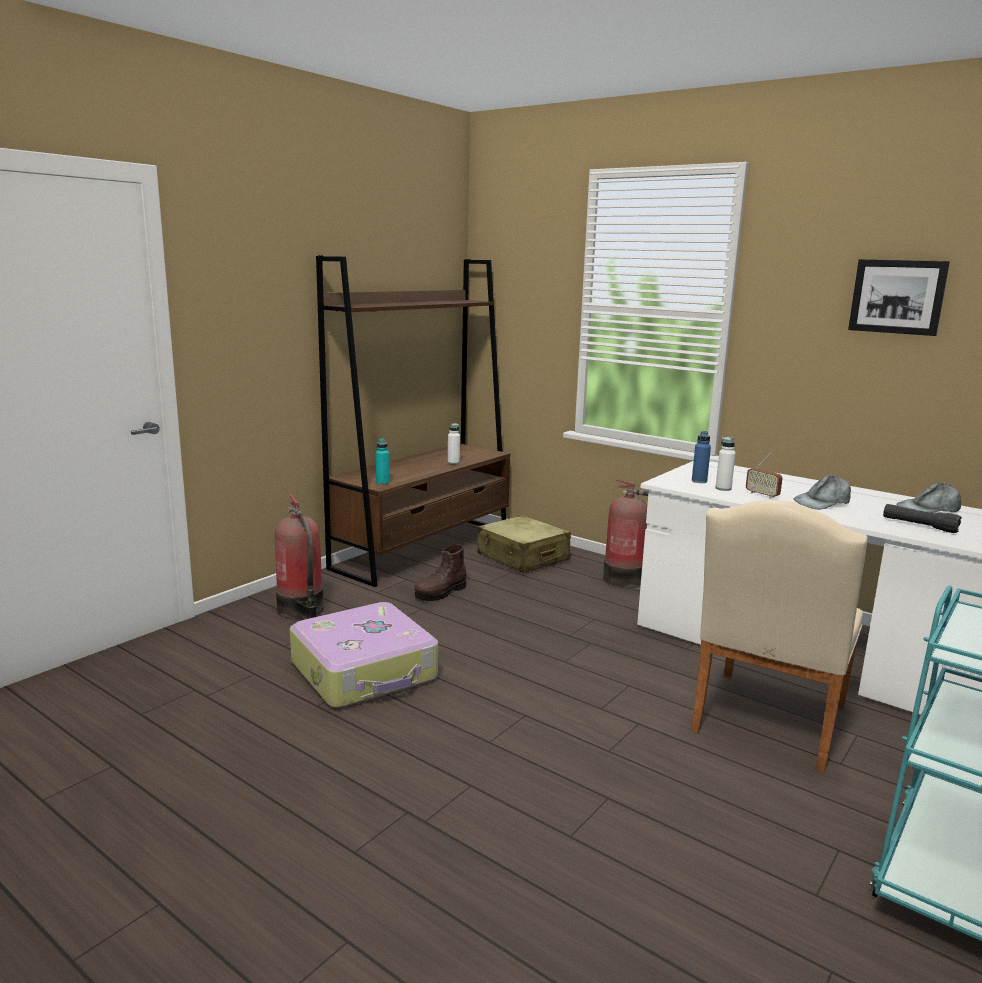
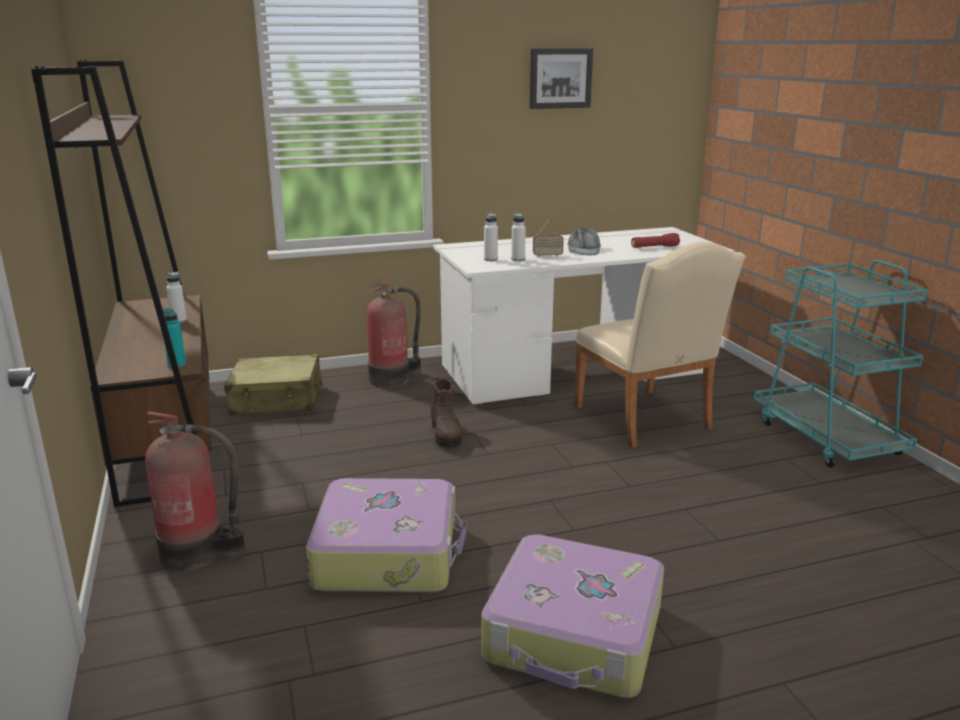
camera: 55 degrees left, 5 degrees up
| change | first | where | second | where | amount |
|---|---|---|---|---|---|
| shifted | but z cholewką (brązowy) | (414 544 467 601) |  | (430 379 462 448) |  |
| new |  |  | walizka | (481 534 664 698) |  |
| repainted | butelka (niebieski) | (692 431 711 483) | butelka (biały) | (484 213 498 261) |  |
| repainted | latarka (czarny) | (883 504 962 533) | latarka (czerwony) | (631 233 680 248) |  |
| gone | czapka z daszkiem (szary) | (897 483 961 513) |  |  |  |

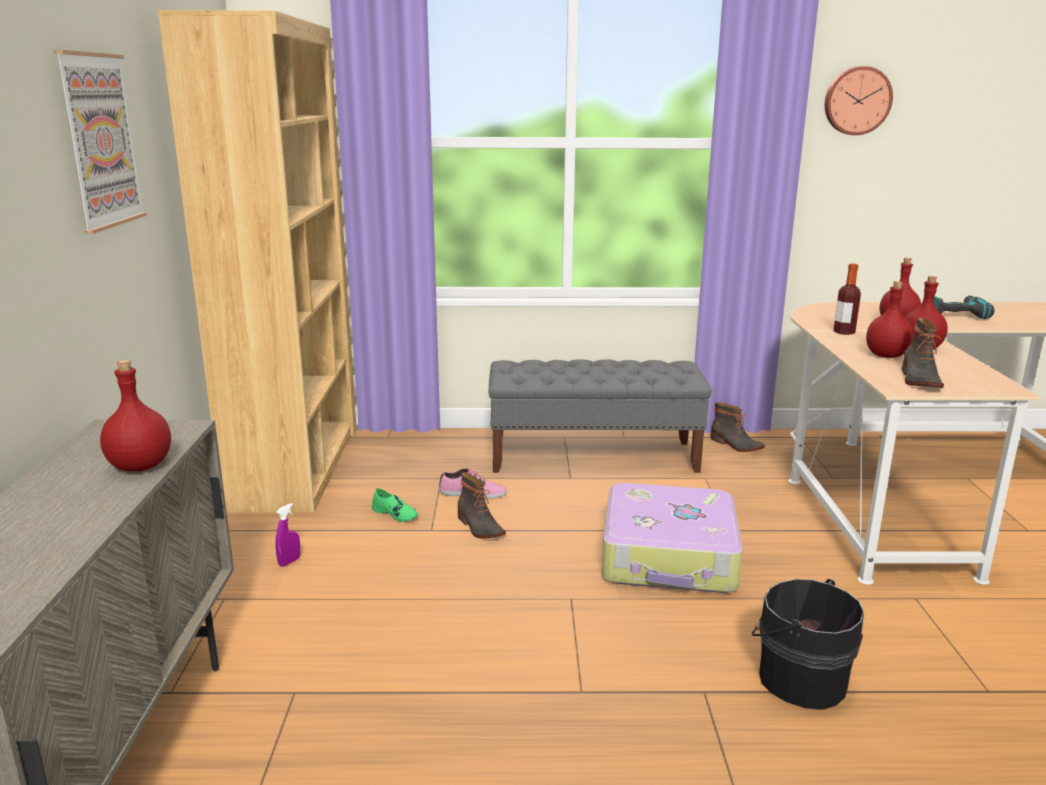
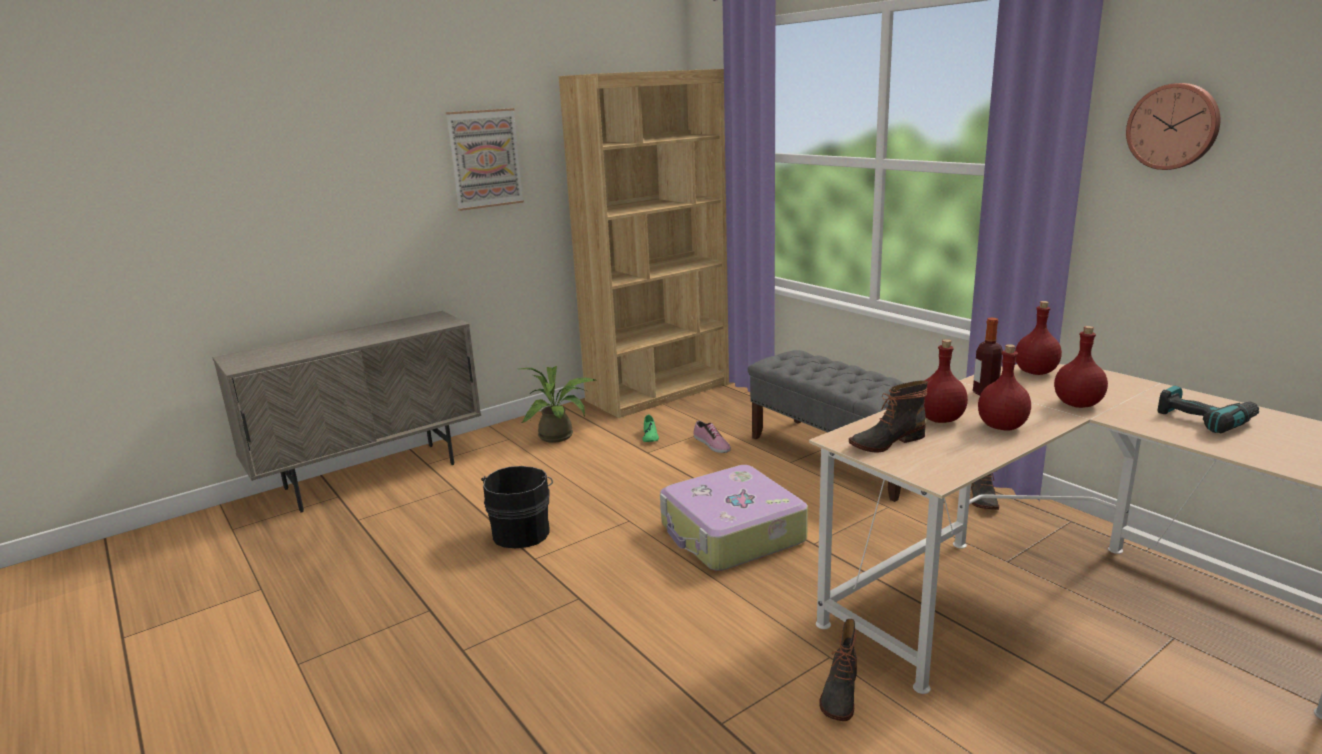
camera: 55 degrees right, 0 degrees up
| change | first | where | second | where | amount |
|---|---|---|---|---|---|
| shifted | wiadro (czarny) | (752 579 864 710) |  | (481 466 553 548) |  |
| swapped | spryskiwacz (fioletowy) | (275 503 300 567) | roślina doniczkowa | (521 366 598 443) |  |
| shifted | but z cholewką | (458 472 506 539) |  | (819 619 857 721) |  |
| shifted | butelka (czerwony) | (100 360 171 471) |  | (1015 301 1062 375) |  |

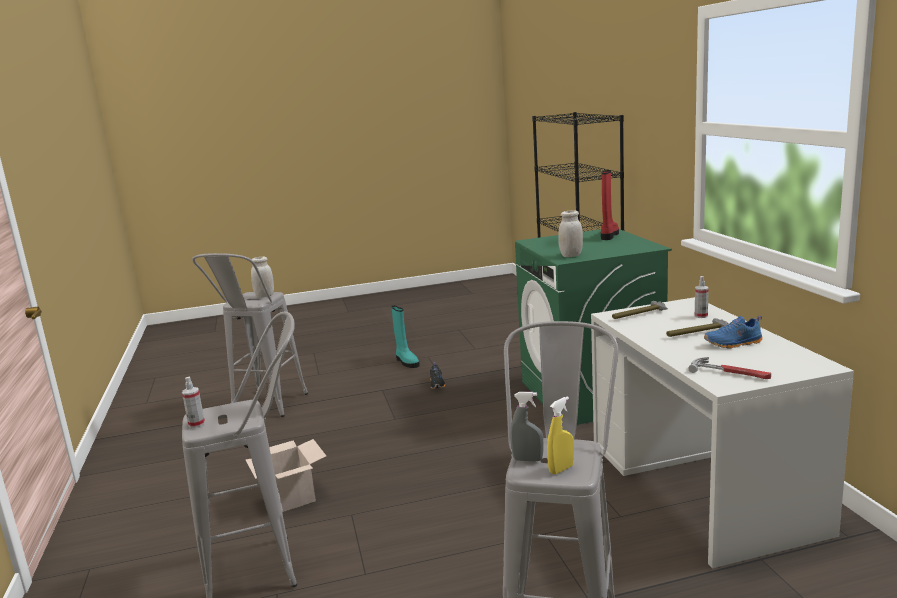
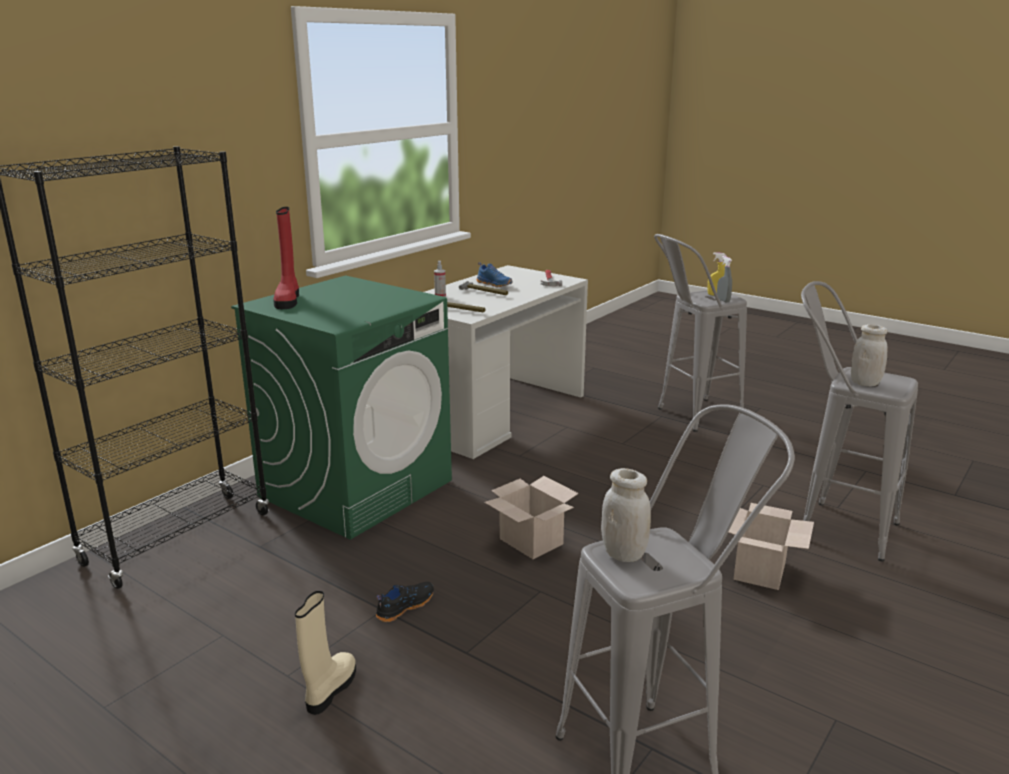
camera: 130 degrees left, 5 degrees up
| change | first | where | second | where | amount |
|---|---|---|---|---|---|
| rotated | but z cholewką (czerwony) | (601 170 619 240) |  | (273 207 299 309) | 75 degrees counterclockwise |
| repainted | but z cholewką (turkusowy) | (391 306 420 368) | but z cholewką (beżowy) | (295 591 356 715) |  |
| new |  |  | karton | (484 476 579 559) |  |
| shifted | słoik (biały) | (558 210 583 257) |  | (851 324 888 386) |  |
| gone | spryskiwacz | (182 377 205 428) |  |  |  |

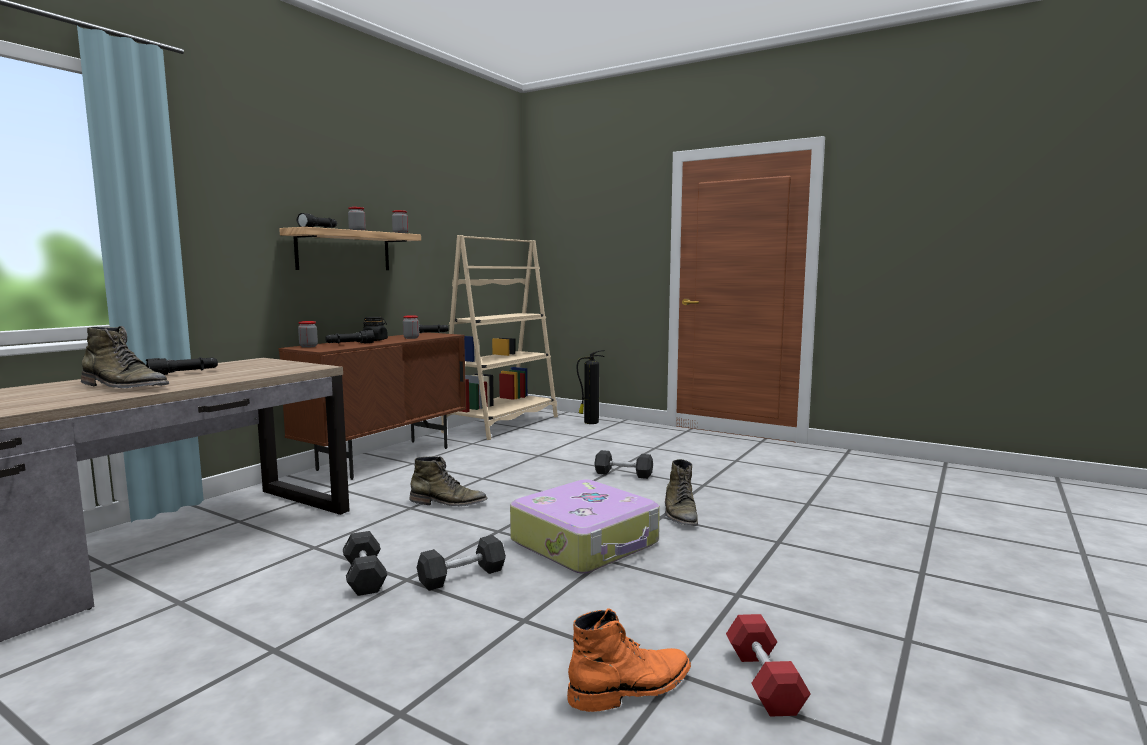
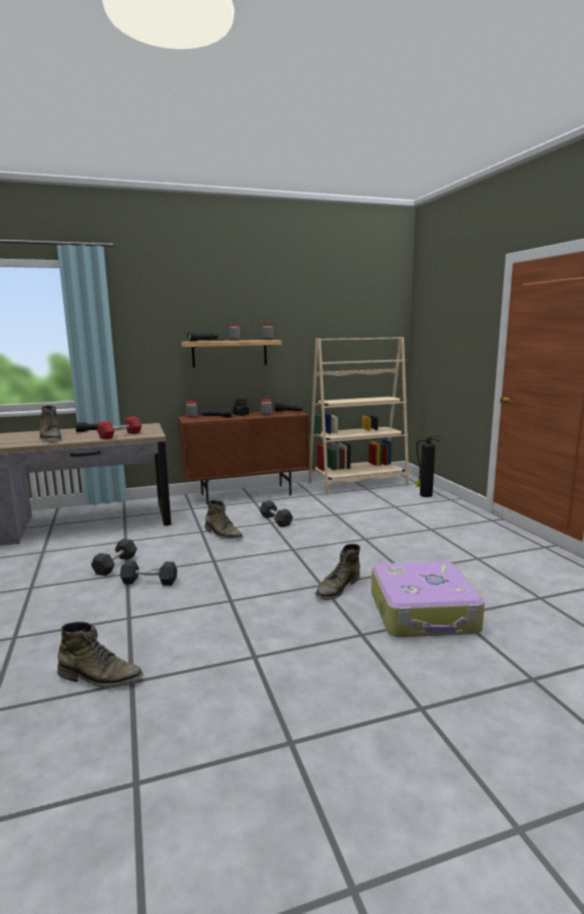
camera: 40 degrees right, 5 degrees up
| change | first | where | second | where | amount |
|---|---|---|---|---|---|
| repainted | but z cholewką (pomarańczowy) | (567 608 691 712) | but z cholewką (zielony) | (57 622 143 688) |  |
| shifted | hantel (czerwony) | (726 614 811 717) |  | (97 417 142 440) |  |
| shifted | hantel (szary) | (594 450 653 479) |  | (259 501 293 527) |  |
| shifted | walizka | (510 479 660 574) |  | (371 562 485 637) |  |

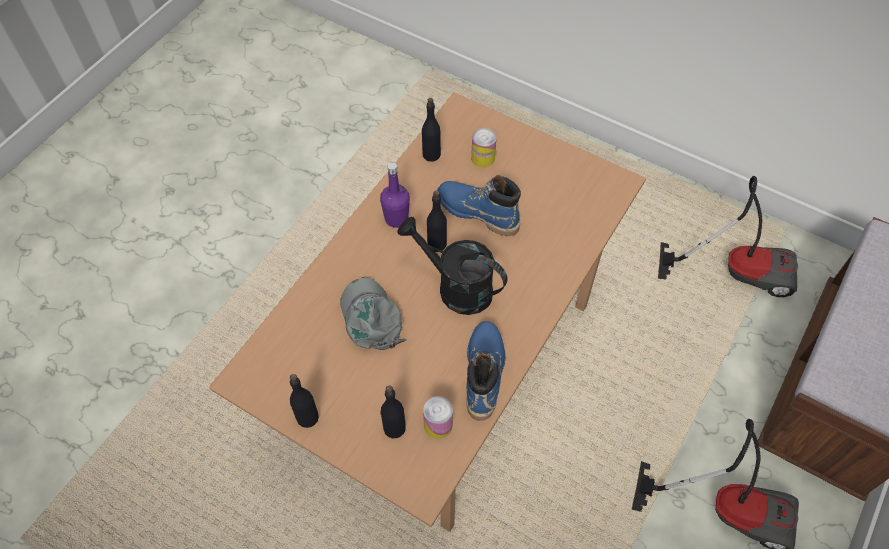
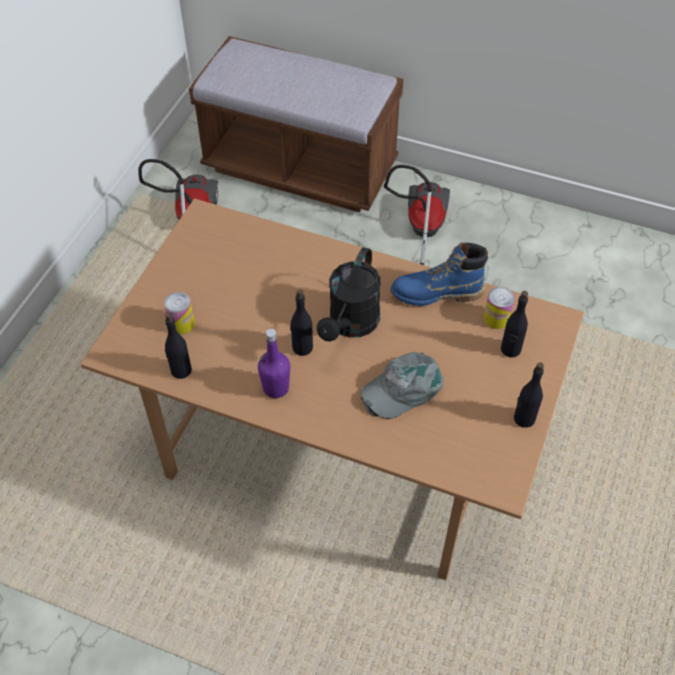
camera: 100 degrees left, 5 degrees down
| change | first | where | second | where | amount |
|---|---|---|---|---|---|
| gone | but z cholewką (niebieski) | (437 175 521 236) |  |  |  |

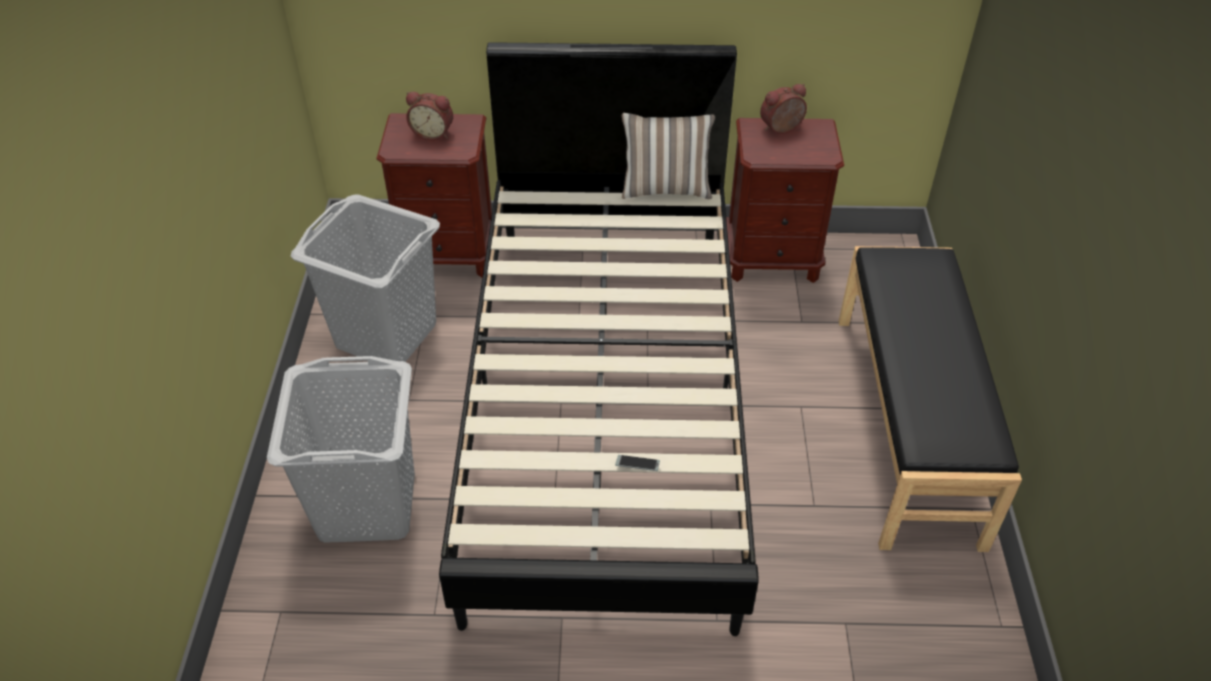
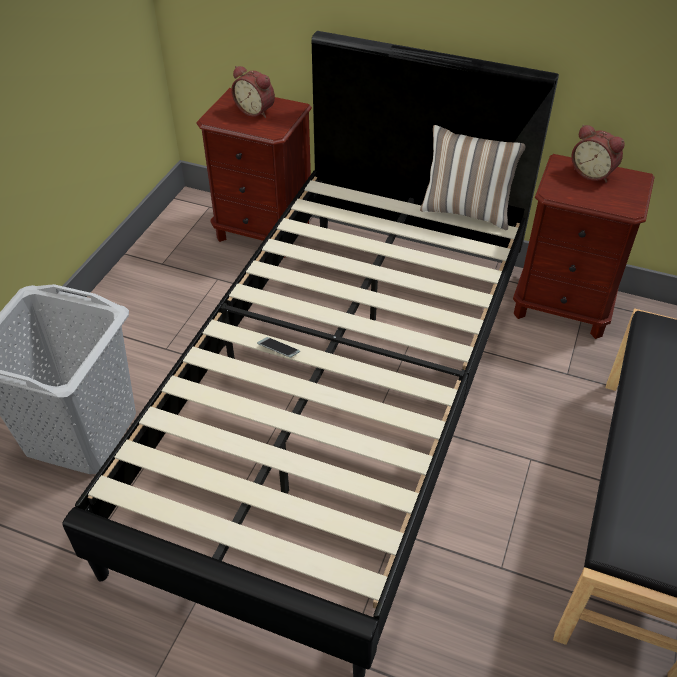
camera: 20 degrees right, 0 degrees up
| change | first | where | second | where | amount |
|---|---|---|---|---|---|
| shifted | telefon | (615 455 660 471) |  | (257 337 300 358) |  |
| rotated | budzik | (760 84 807 134) |  | (571 125 625 183) | 135 degrees counterclockwise |
| gone | kosz na pranie (szary) | (291 194 440 362) |  |  |  |

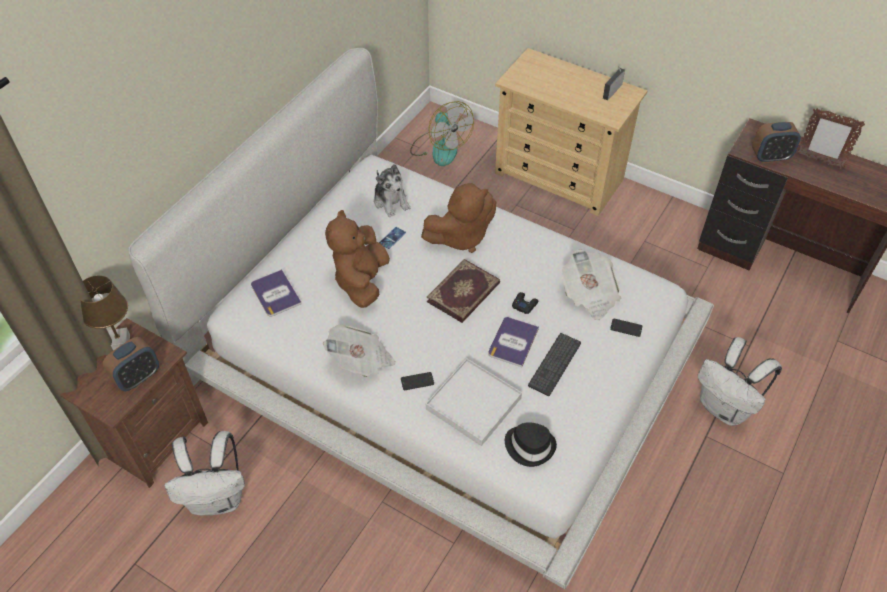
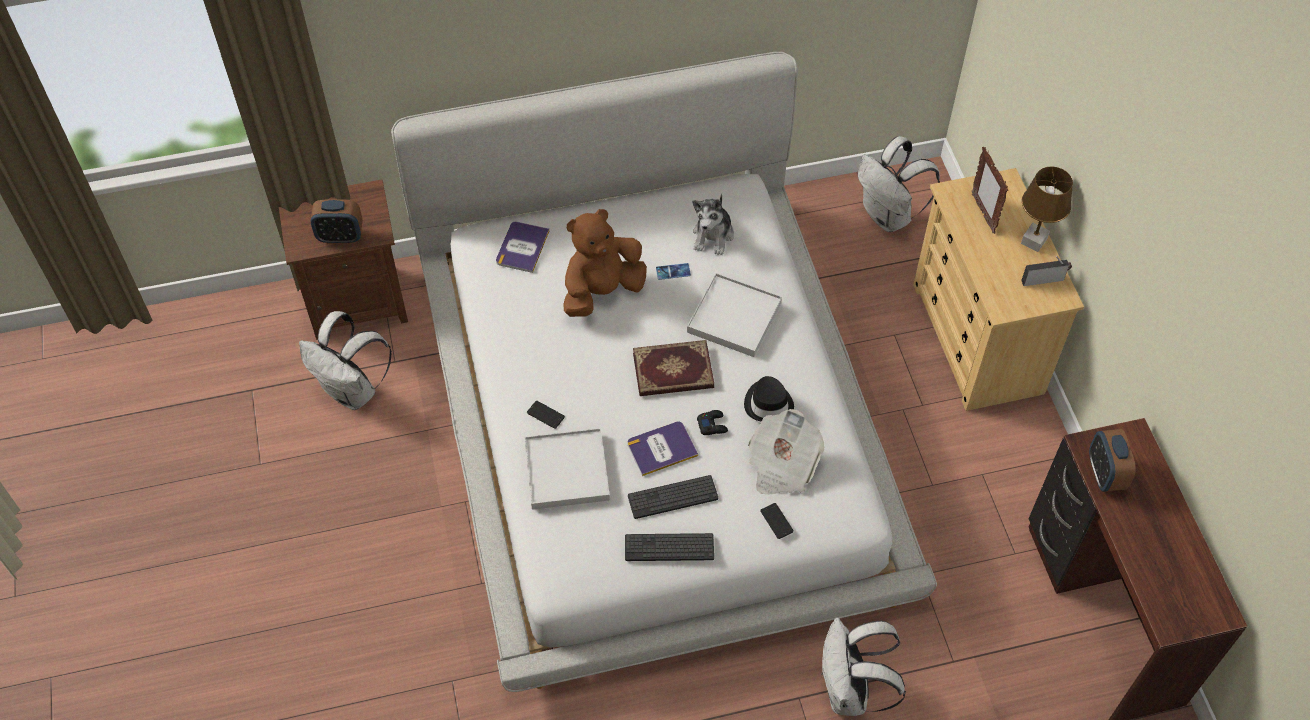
camera: 45 degrees right, 5 degrees up
| change | first | where | second | where | amount |
|---|---|---|---|---|---|
| new |  |  | klawiatura | (625 533 714 561) |  |
| swapped | pluszak (brązowy) | (421 183 497 253) | taca (biały) | (687 273 782 357) |  |
| shifted | kapelusz (czarny) | (505 422 557 467) |  | (744 376 794 421) |  |
| swapped | wentylator | (410 101 474 166) | plecak (biały) | (858 136 940 232) |  |
| shifted | ramka na zdjęcie | (797 108 865 168) |  | (972 147 1008 234) |  |
| shifted | lampa stołowa (brązowy) | (80 275 130 350) |  | (1021 167 1073 252) |  |
| rotated | budzik | (752 122 801 163) |  | (1089 429 1136 492) | 45 degrees clockwise |
| gone | gazeta | (323 324 396 377) |  |  |  |

